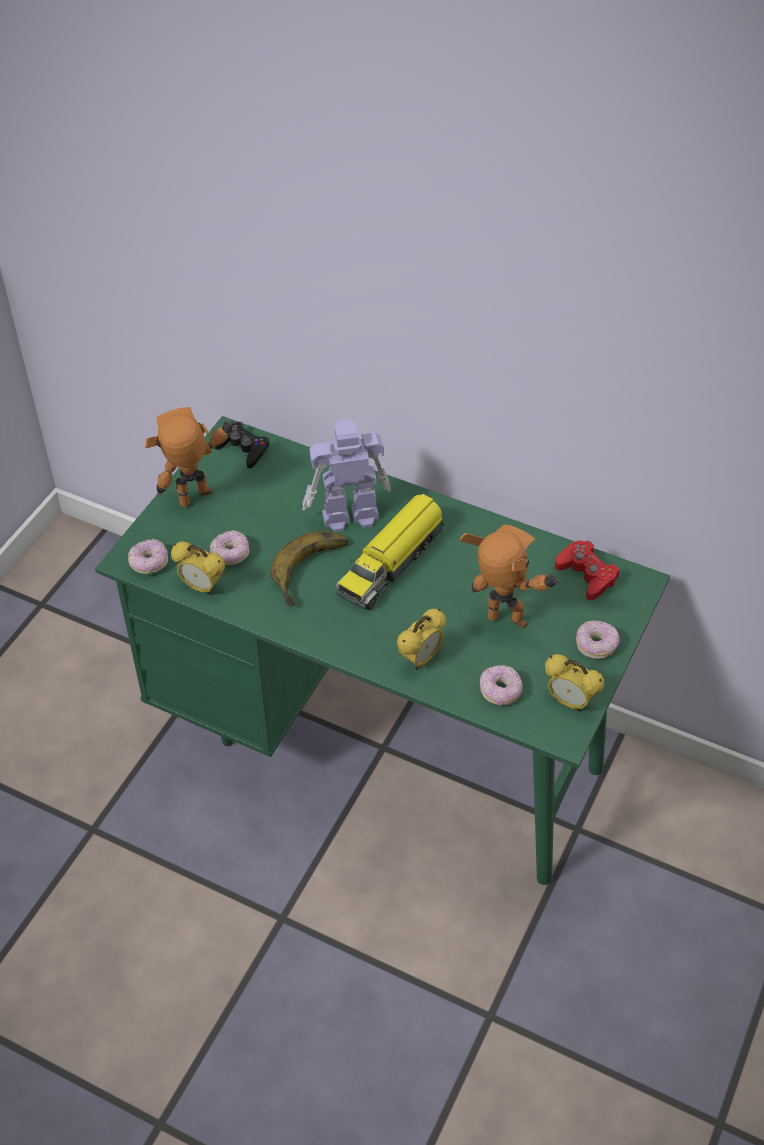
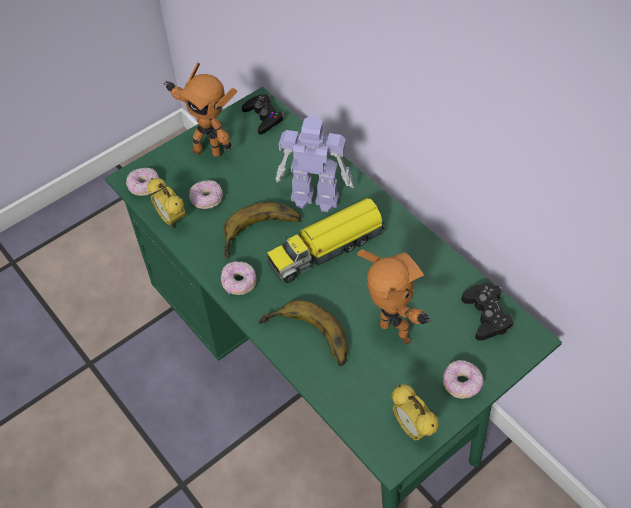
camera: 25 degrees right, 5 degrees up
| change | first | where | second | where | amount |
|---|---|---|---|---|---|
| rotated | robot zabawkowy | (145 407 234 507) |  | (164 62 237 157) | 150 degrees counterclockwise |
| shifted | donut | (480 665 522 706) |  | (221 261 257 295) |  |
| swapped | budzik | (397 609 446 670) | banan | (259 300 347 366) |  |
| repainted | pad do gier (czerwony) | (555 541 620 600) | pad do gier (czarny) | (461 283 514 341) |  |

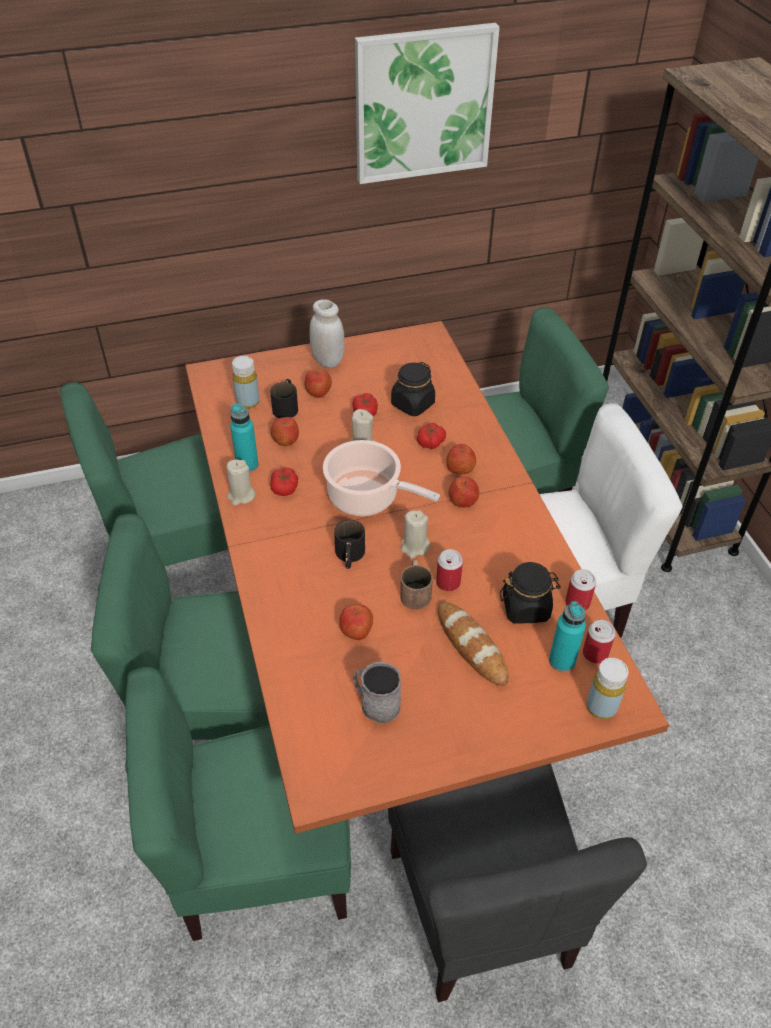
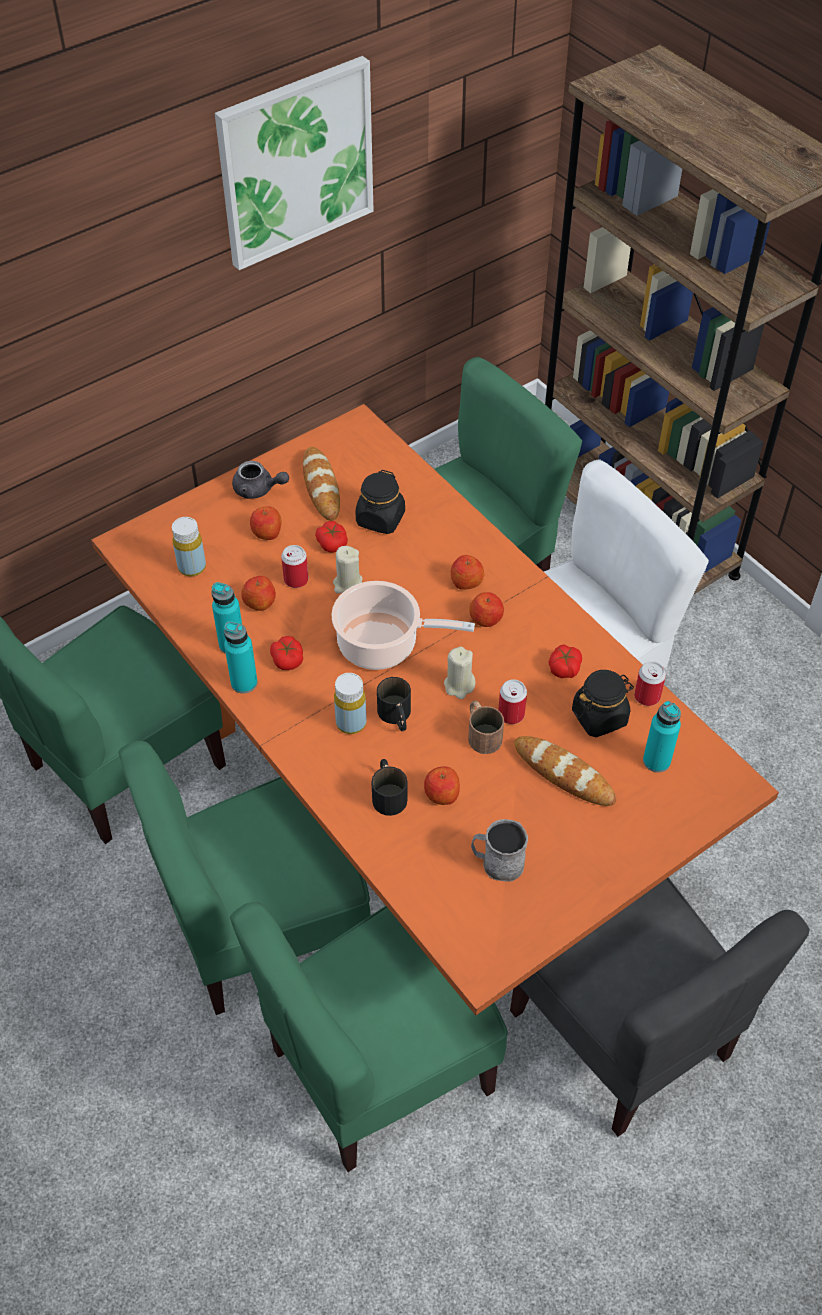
camera: 20 degrees left, 5 degrees up
| change | first | where | second | where | amount |
|---|---|---|---|---|---|
| swapped | świeca (beżowy) | (227 459 256 506) | butelka (turkusowy) | (224 621 257 694) |  |
| swapped | słoik (biały) | (309 299 344 368) | imbryk (szary) | (232 461 289 499) |  |
| shifted | puszka | (583 620 615 664) |  | (281 545 308 588) |  |
| new |  |  | chleb | (303 447 340 521) |  |
| shifted | butelka (żółty) | (586 658 628 719) |  | (334 673 367 734) |  |
| shifted | kubek (czarny) | (270 379 298 418) |  | (371 759 407 816) |  |
| shifted | pomidor | (417 423 446 449) |  | (549 645 582 678) |  |

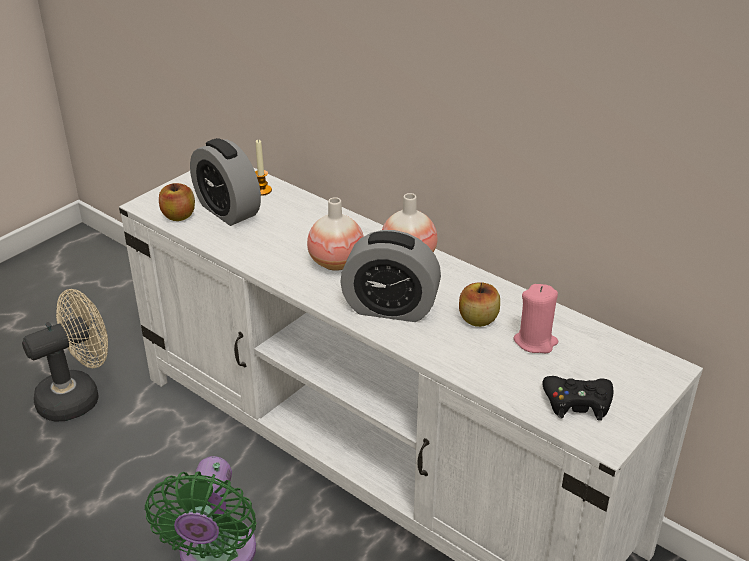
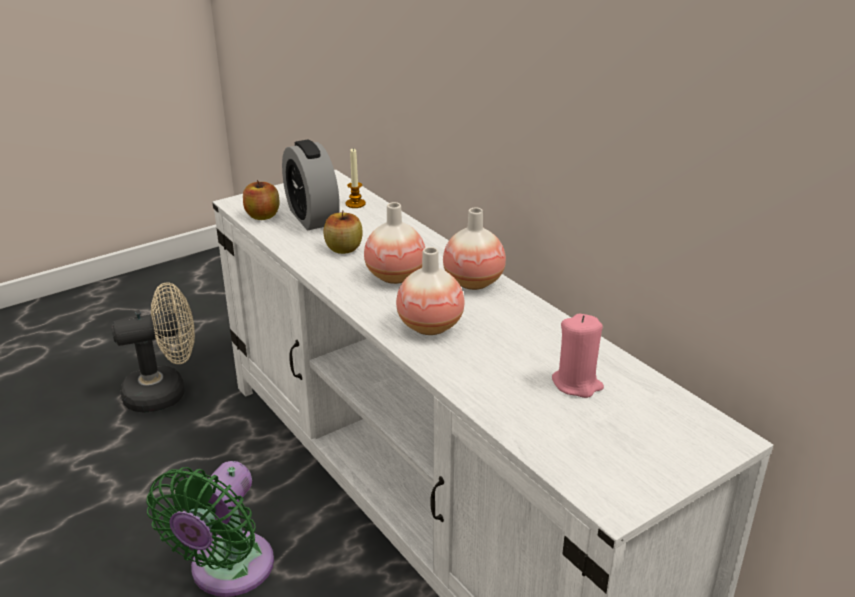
camera: 15 degrees right, 5 degrees down
| change | first | where | second | where | amount |
|---|---|---|---|---|---|
| shifted | jabłko | (459 282 500 327) |  | (323 210 363 254) |  |
| swapped | budzik | (340 230 441 322) | wazon | (396 247 464 335) |  |
| gone | pad do gier (czarny) | (543 376 614 421) |  |  |  |

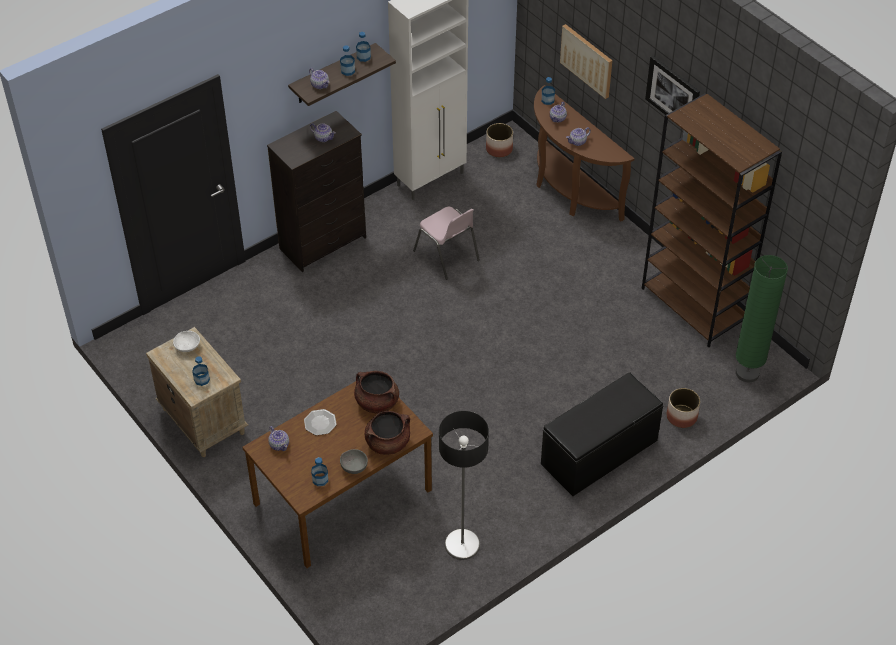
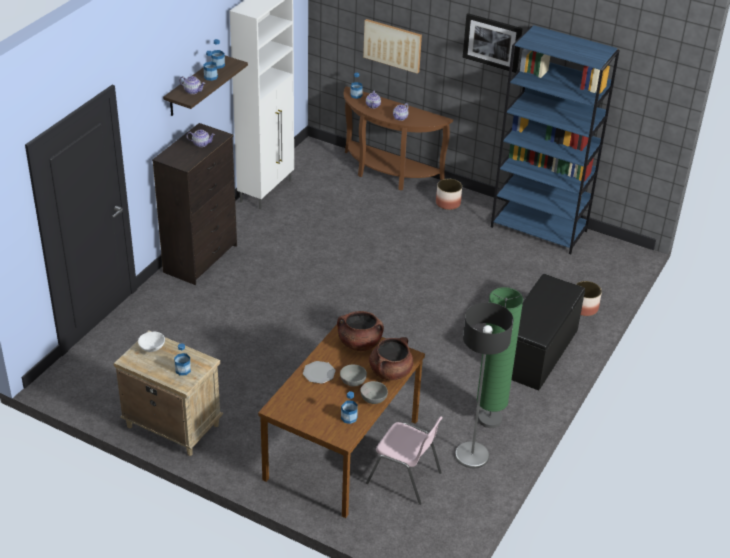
camera: 25 degrees left, 10 degrees down
| change | first | where | second | where | amount |
|---|---|---|---|---|---|
| new |  |  | miska (szary) | (340 364 367 386) |  |
| shifted | krzesło (różowy) | (413 206 480 280) |  | (366 416 443 505) |  |
| shifted | donica | (486 123 513 157) |  | (436 179 462 210) |  |
| shifted | lampa stojąca (zielony) | (736 255 788 383) |  | (477 287 523 428) |  |
| repainted | regał (brązowy) | (642 93 782 347) | regał (niebieski) | (491 25 620 254) |  |
| gone | imbryk | (268 426 289 451) |  |  |  |

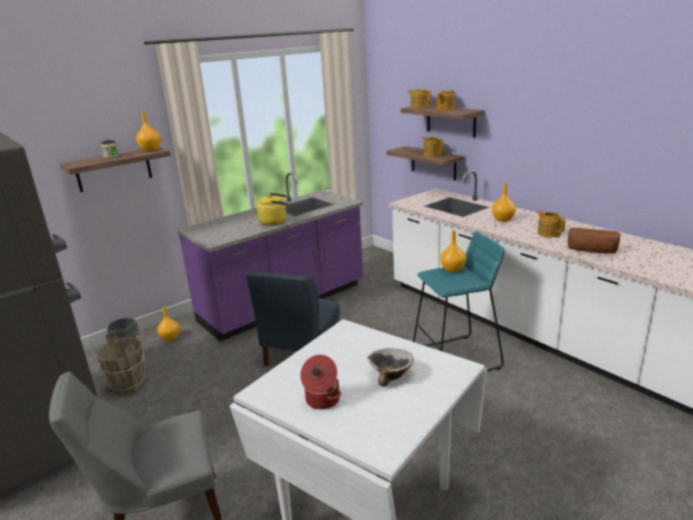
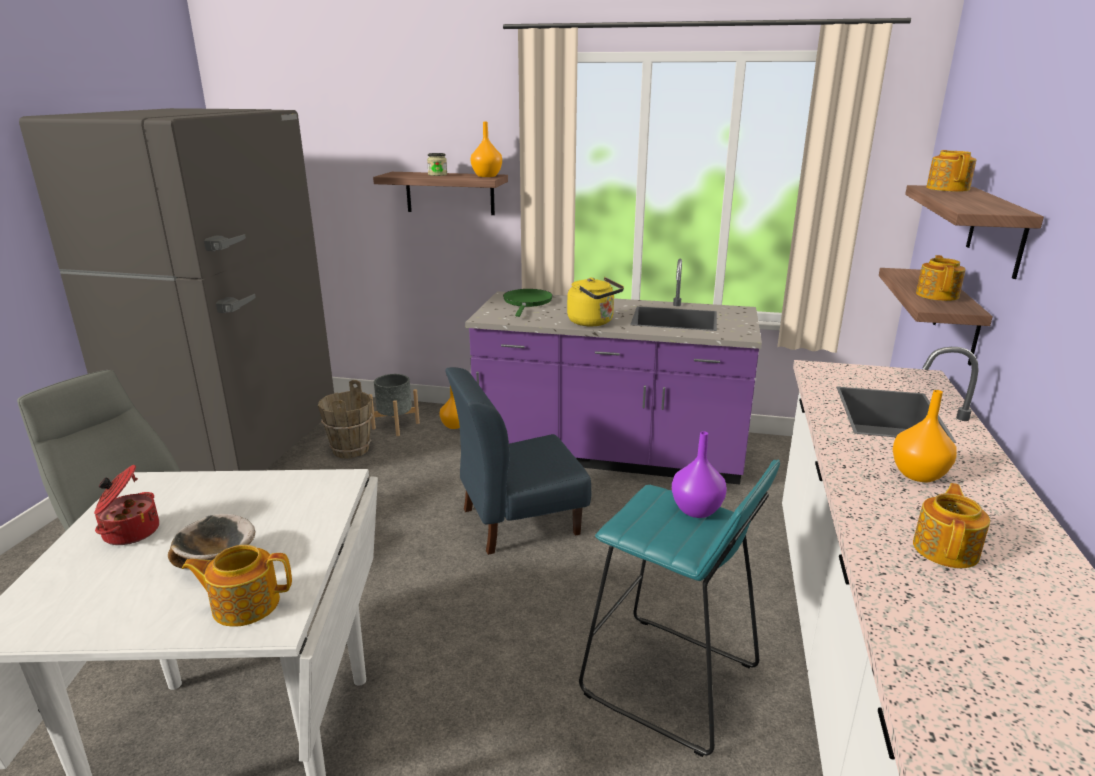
camera: 50 degrees right, 0 degrees up
| change | first | where | second | where | amount |
|---|---|---|---|---|---|
| shifted | imbryk | (436 90 455 110) |  | (182 545 292 627) |  |
| new |  |  | patelnia (zielony) | (503 289 553 317) |  |
| repainted | wazon (pomarańczowy) | (440 230 466 272) | wazon (fioletowy) | (672 431 727 518) |  |
| gone | chleb | (568 228 620 253) |  |  |  |

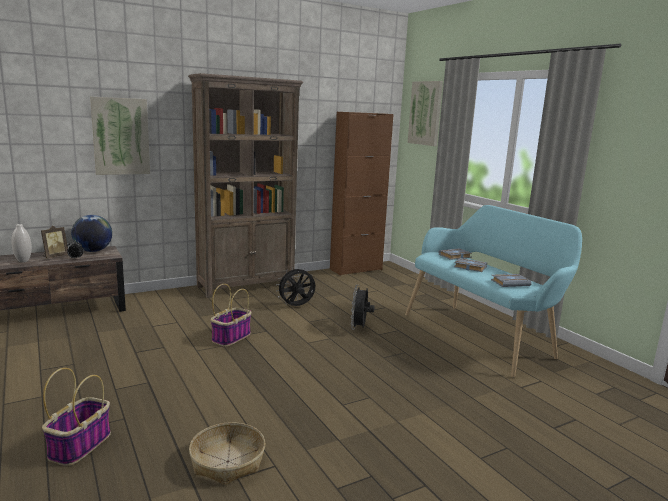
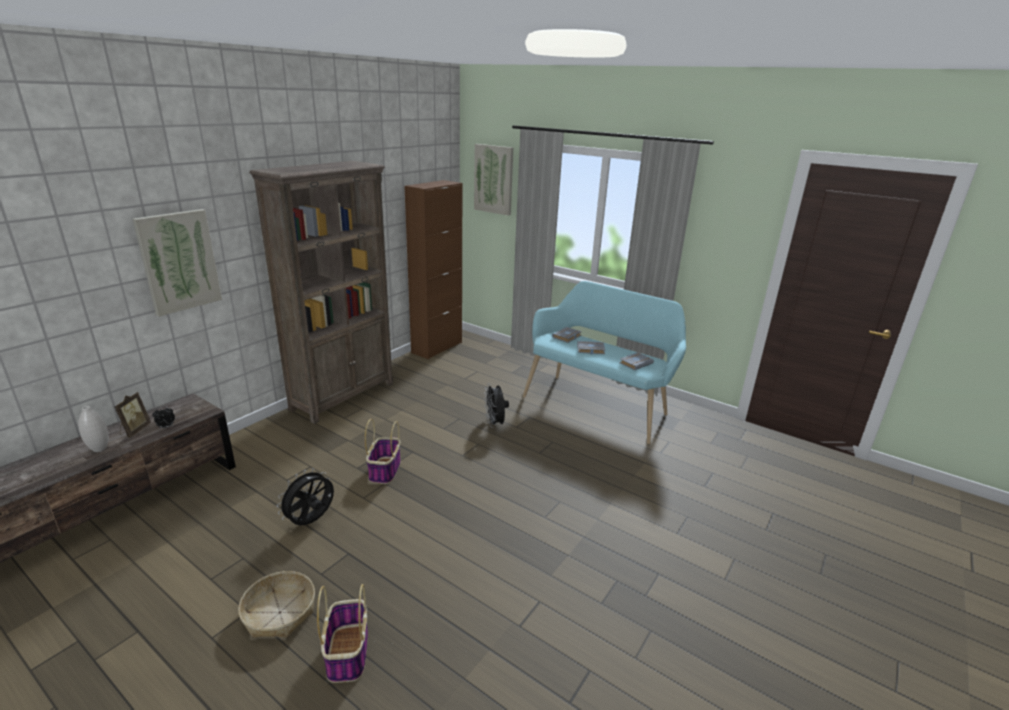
camera: 25 degrees left, 10 degrees up
| change | first | where | second | where | amount |
|---|---|---|---|---|---|
| shifted | koszyk | (189 422 265 485) |  | (238 571 315 638) |  |
| shifted | wentylator (czarny) | (276 266 315 306) |  | (277 468 334 525) |  |
| gone | globus | (71 215 112 252) |  |  |  |

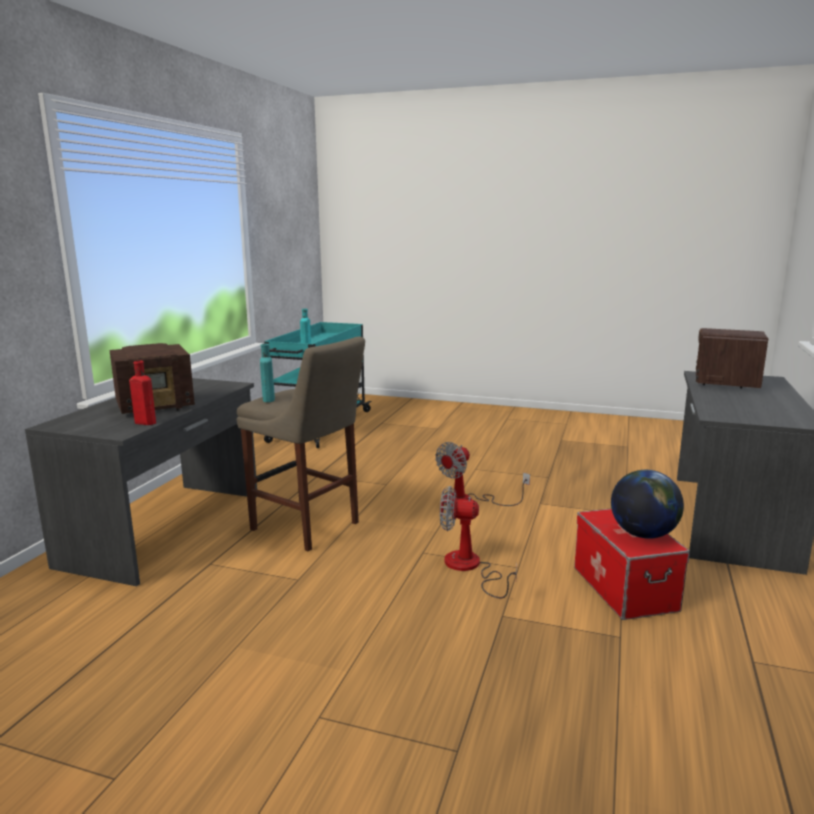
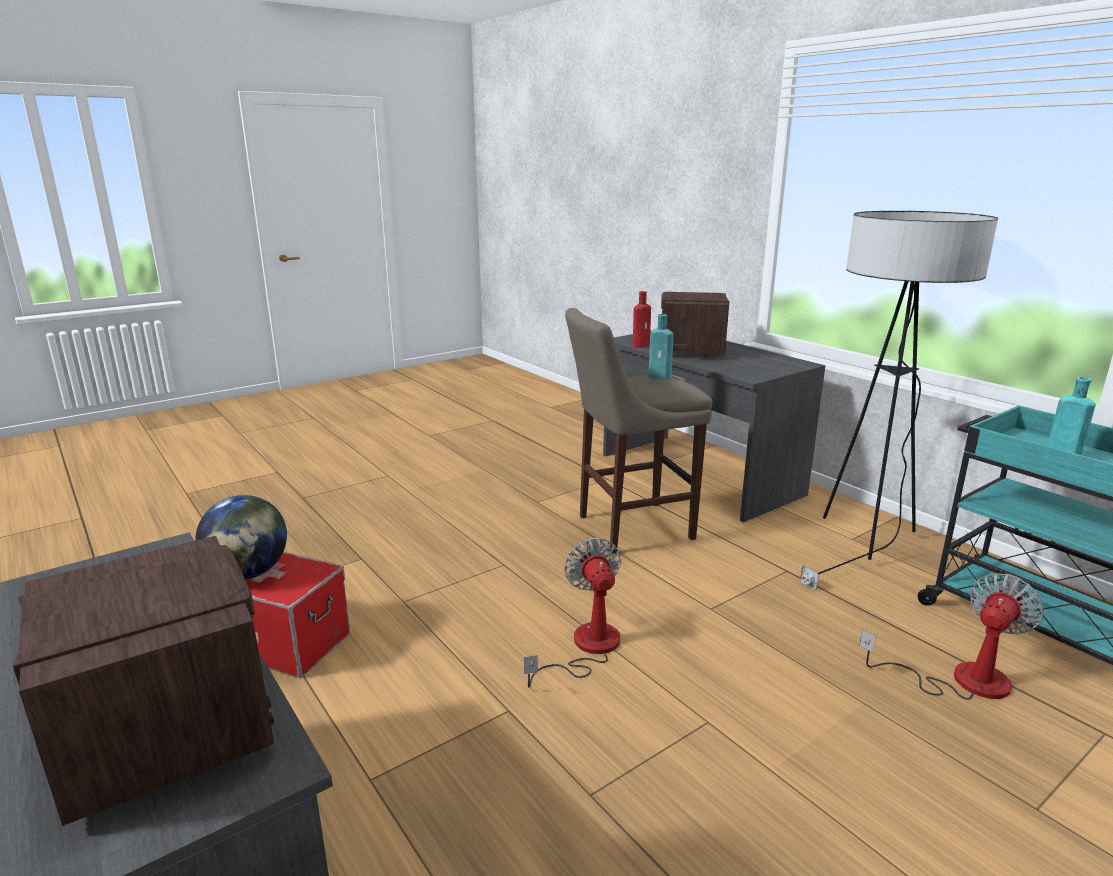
camera: 125 degrees right, 5 degrees up
| change | first | where | second | where | amount |
|---|---|---|---|---|---|
| new |  |  | lampa stojąca | (799 211 998 590) |  |
| shifted | wentylator | (440 486 517 598) |  | (859 573 1044 700) |  |

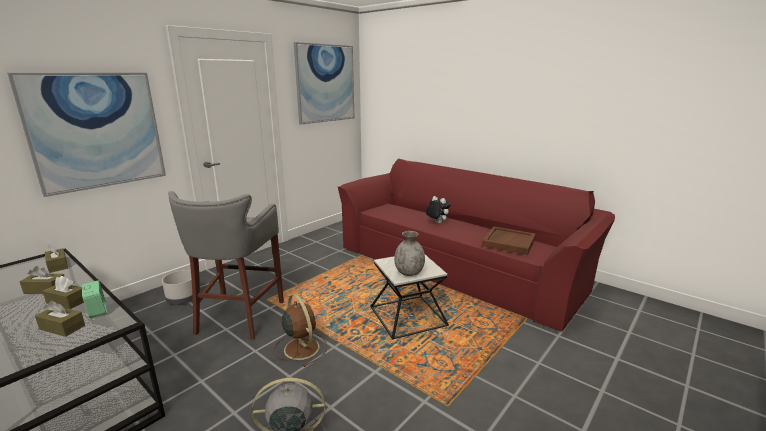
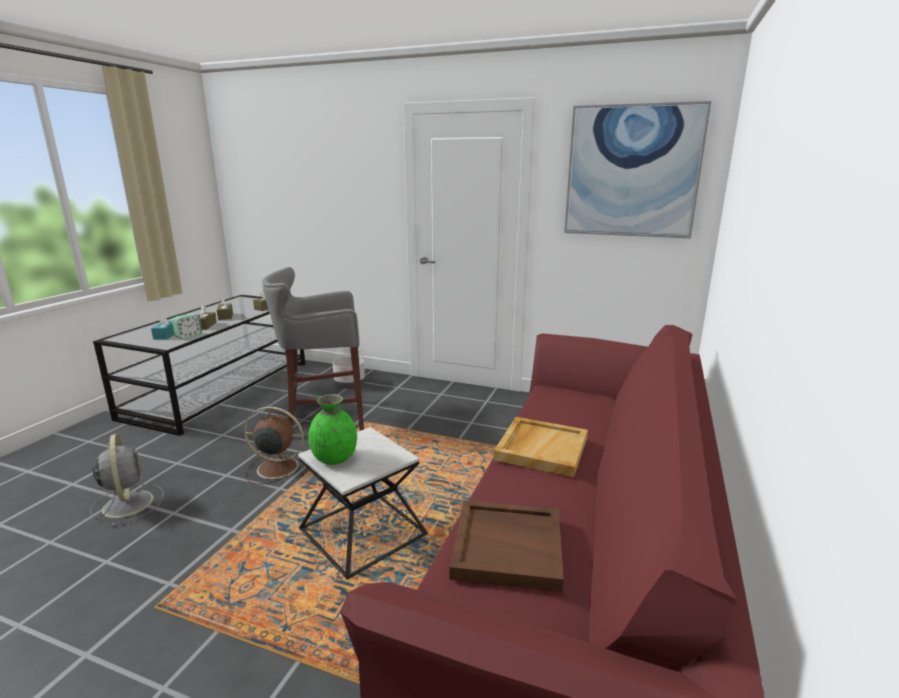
camera: 70 degrees right, 0 degrees up
| change | first | where | second | where | amount |
|---|---|---|---|---|---|
| repainted | pudełko chusteczek (brązowy) | (35 301 85 337) | pudełko chusteczek (turkusowy) | (151 314 175 340) |  |
| rotated | wentylator (brązowy) | (274 294 327 367) |  | (244 406 306 484) | 120 degrees counterclockwise |
| repainted | wazon (szary) | (394 231 425 276) | wazon (zielony) | (308 394 357 465) |  |
| swapped | pluszak | (425 196 450 224) | taca (beżowy) | (494 417 588 477) |  |
| gone | obraz | (7 73 166 197) |  |  |  |

